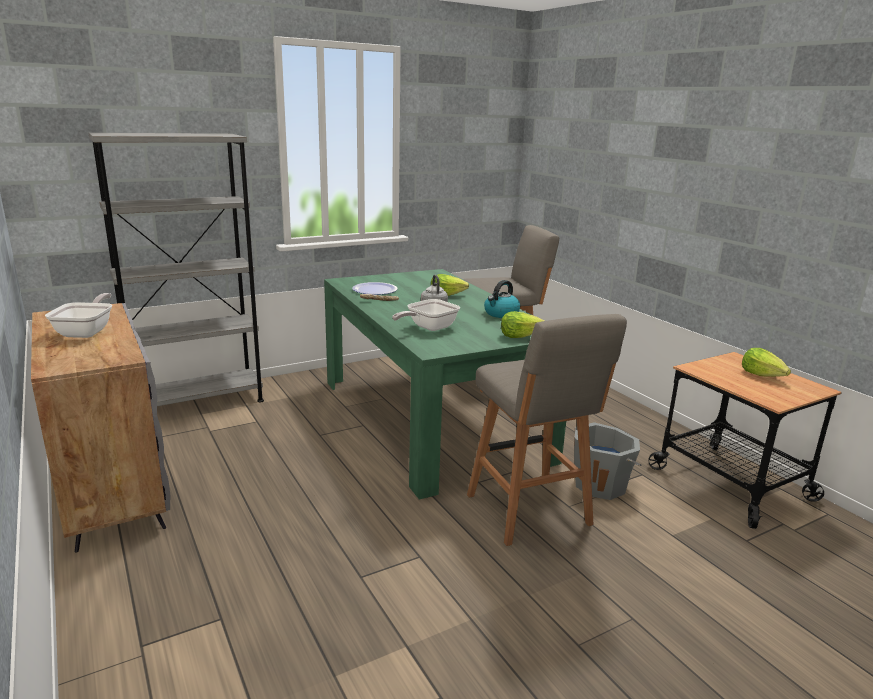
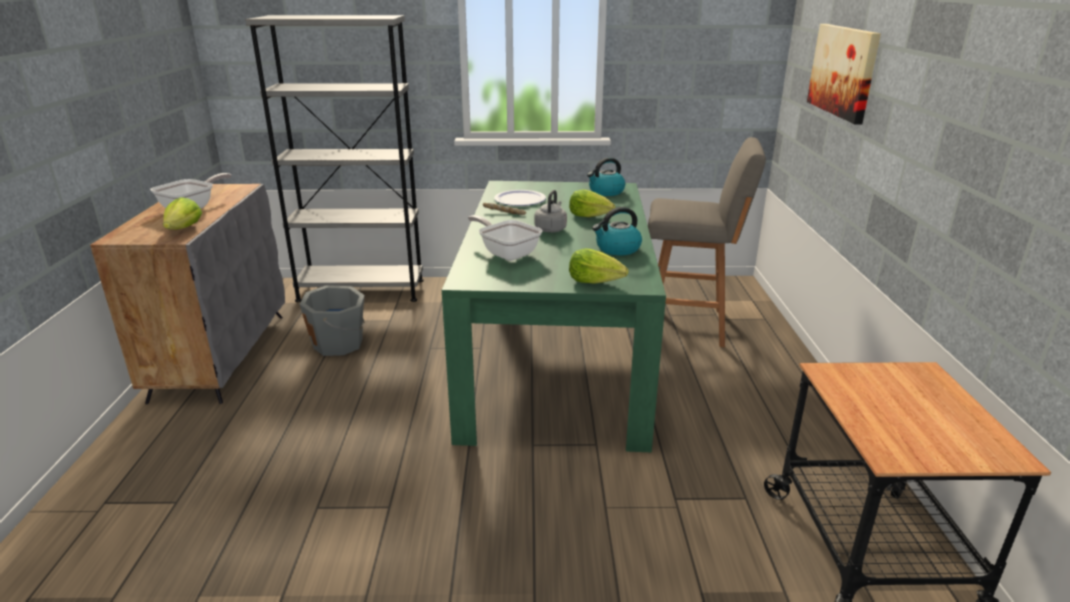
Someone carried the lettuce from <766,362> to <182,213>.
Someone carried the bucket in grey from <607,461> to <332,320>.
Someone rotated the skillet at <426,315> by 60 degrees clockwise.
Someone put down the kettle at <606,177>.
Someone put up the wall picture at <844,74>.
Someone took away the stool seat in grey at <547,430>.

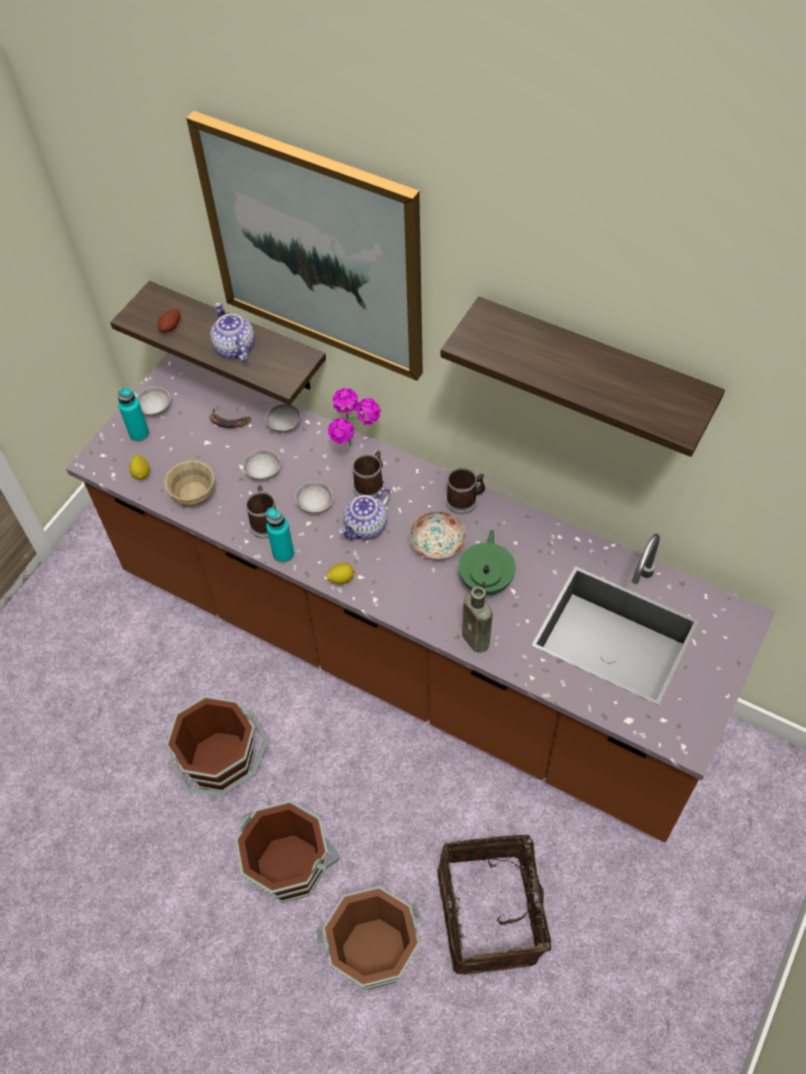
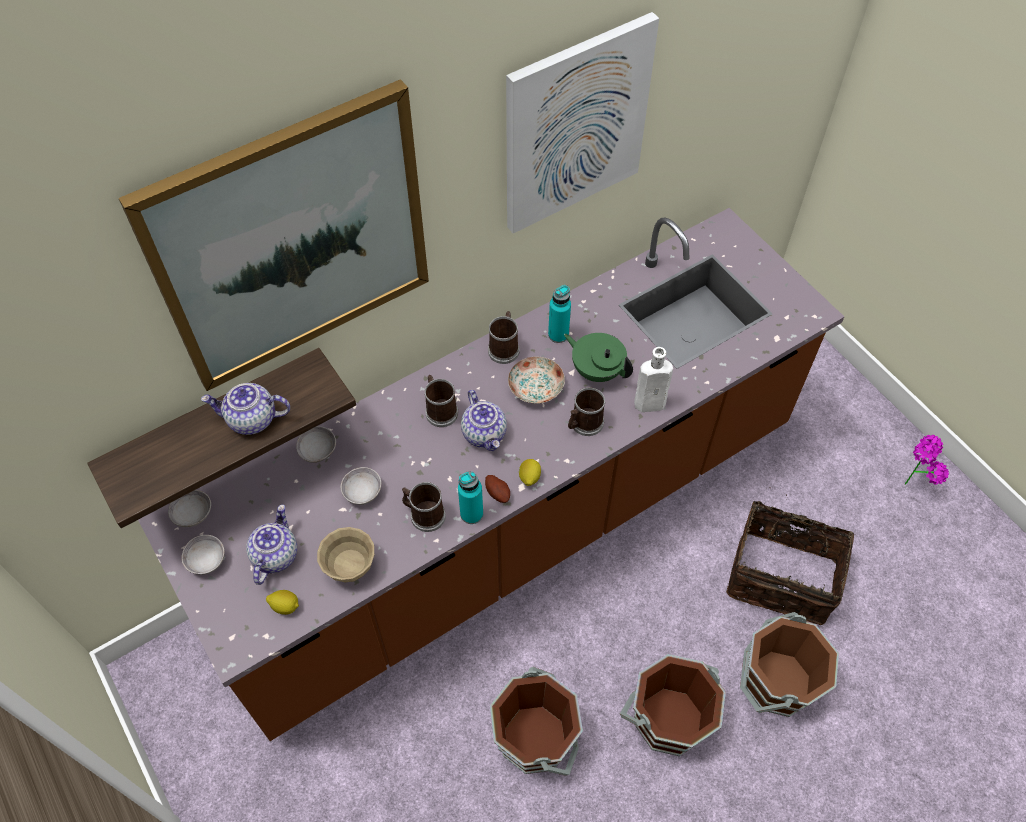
Someone carried the bowl in grey from <314,497> to <189,508>.
Someone put down the tea pot at <271,544>.
Someone carried the potato from <168,321> to <497,489>.
Someone swapped the wall shelf at <583,377> for the wall picture at <582,123>.
Someone carried the drink bottle in blue-green from <133,414> to <559,314>.
Someone put down the tea mug at <587,411>.
Someone repainted the drink bottle in brown-coloured at <477,620>, which became the drink bottle in whitish at <653,379>.
Someone carried the plant in a pot from <354,417> to <927,460>.
Someone took away the whole banana at <230,418>.

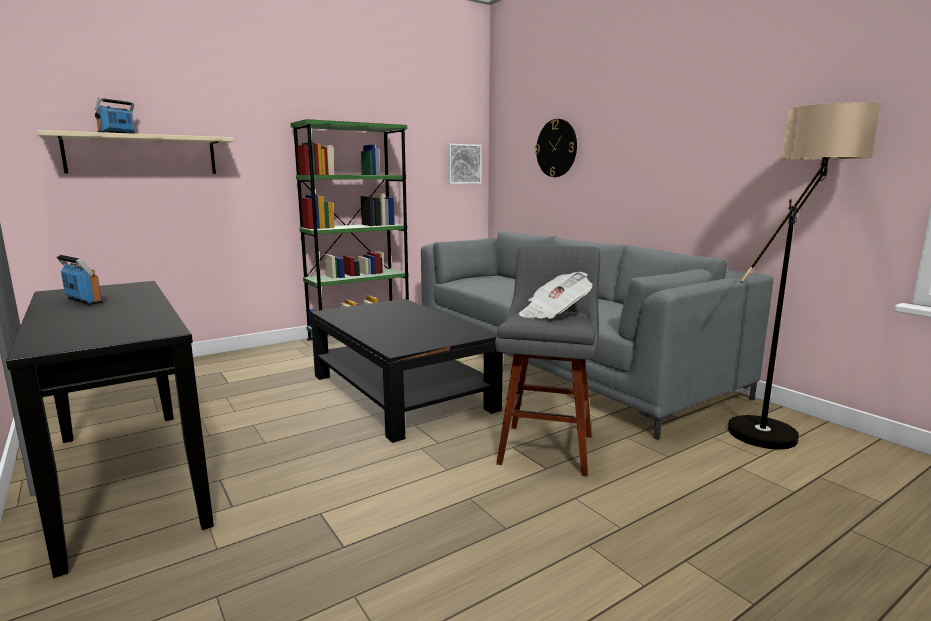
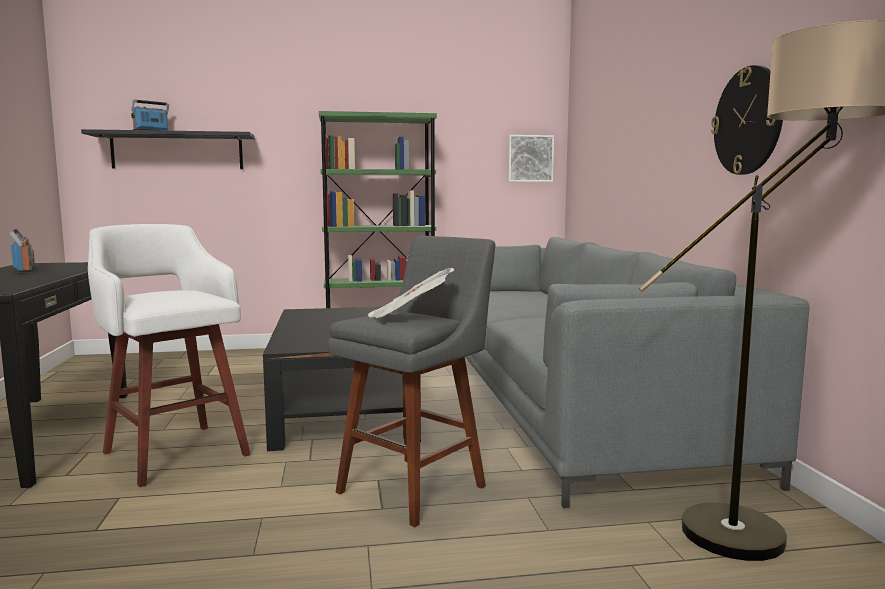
Someone repainted the wall shelf in sand-coloured at <135,152>, which became the wall shelf in blackish at <168,149>.
Someone put down the stool seat in whitish at <169,355>.
Someone carried the wall clock from <556,148> to <747,120>.

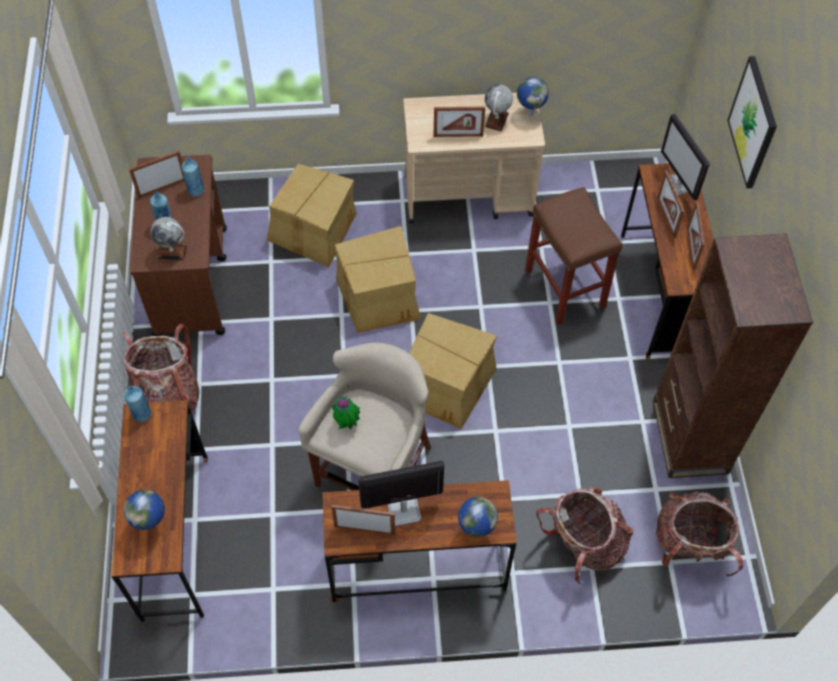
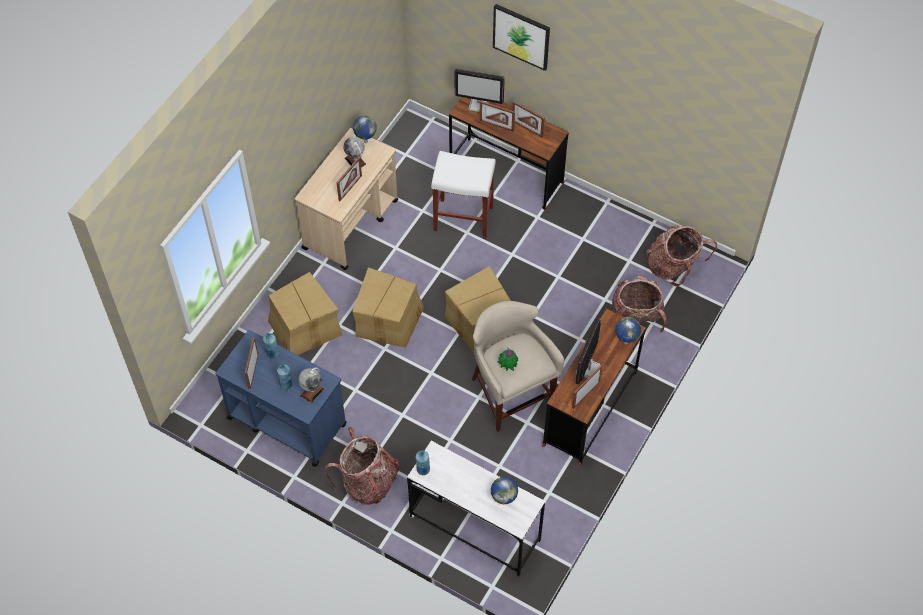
Someone repainted the trolley in brown-coloured at <177,245>, which became the trolley in blue at <280,398>.
Someone repainted the desk table in brown-coloured at <159,511>, which became the desk table in whitish at <476,508>.
Someone repainted the stool seat in brown-coloured at <573,256>, which became the stool seat in whitish at <463,195>.
Someone took away the shelving unit in brown-coloured at <733,355>.

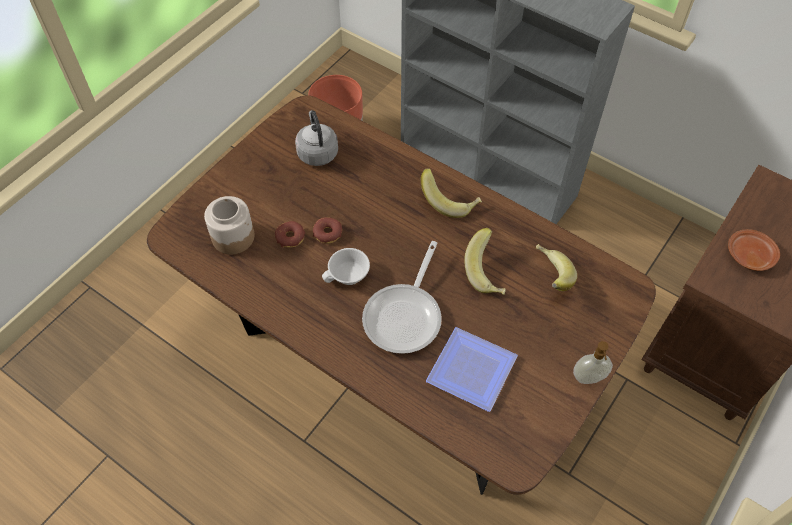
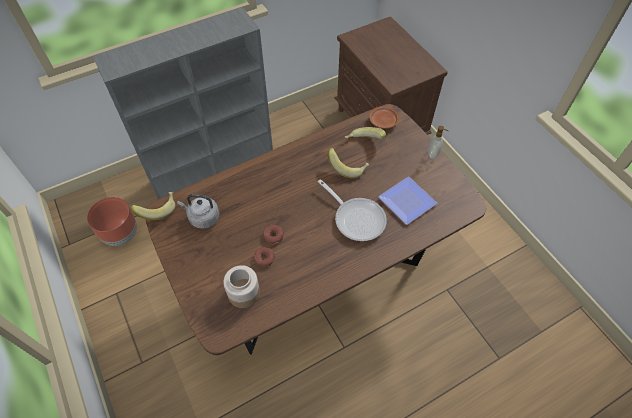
Someone carried the whole banana from <451,193> to <153,206>.
Someone carried the flat dish in brown-coloured from <754,250> to <384,117>.
Someone took away the drinking cup in whitish at <346,266>.

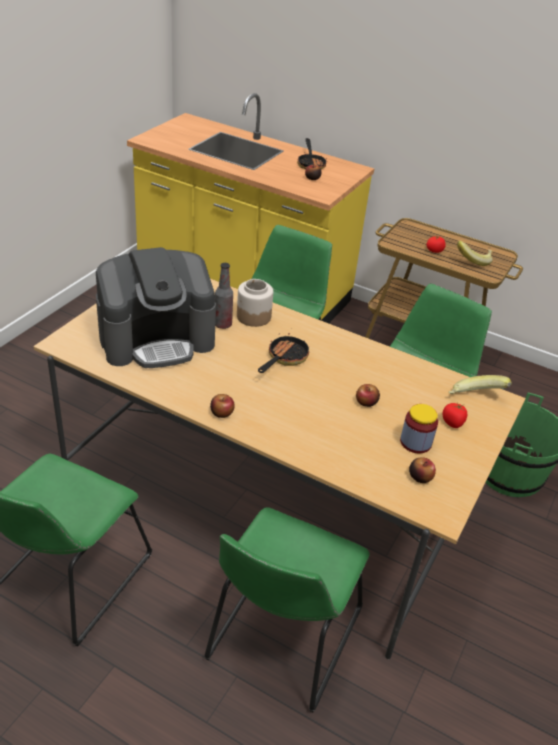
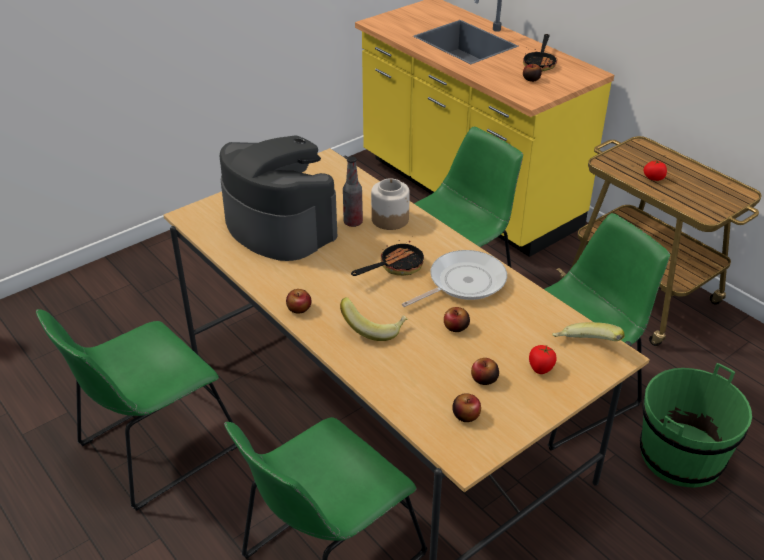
Someone rotated the coffee brewer at <156,307> by 135 degrees counterclockwise.
Someone carried the whole banana from <475,253> to <374,319>.
Someone put down the skillet at <454,278>.
Someone swapped the jar at <419,429> for the whole apple at <485,371>.

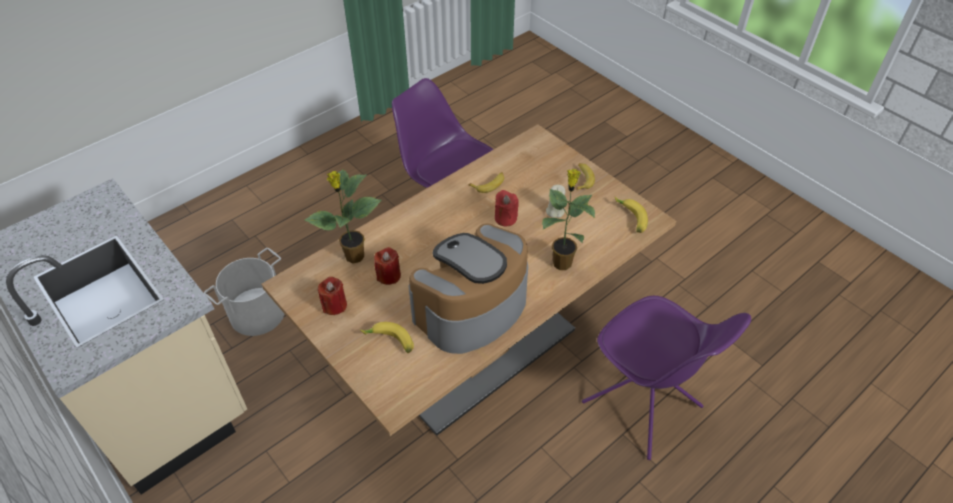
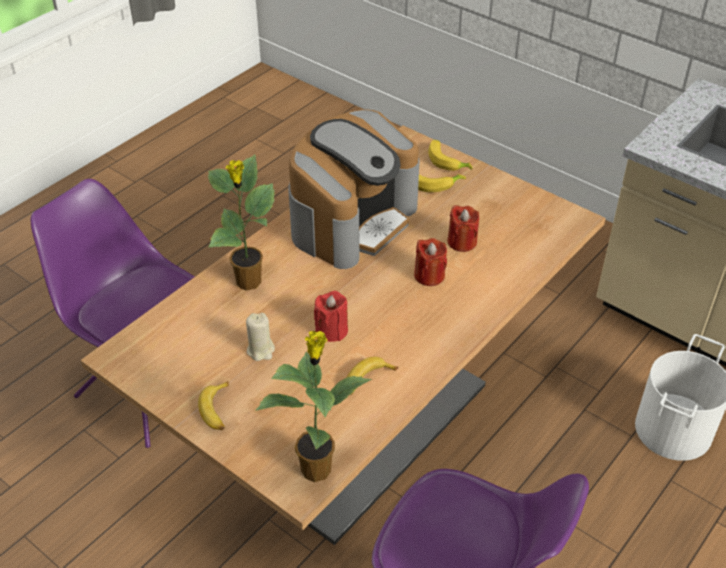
Someone carried the plant in a pot from <343,216> to <313,406>.
Someone carried the wax light in reddish from <332,296> to <430,262>.
Someone carried the whole banana from <631,215> to <450,155>.

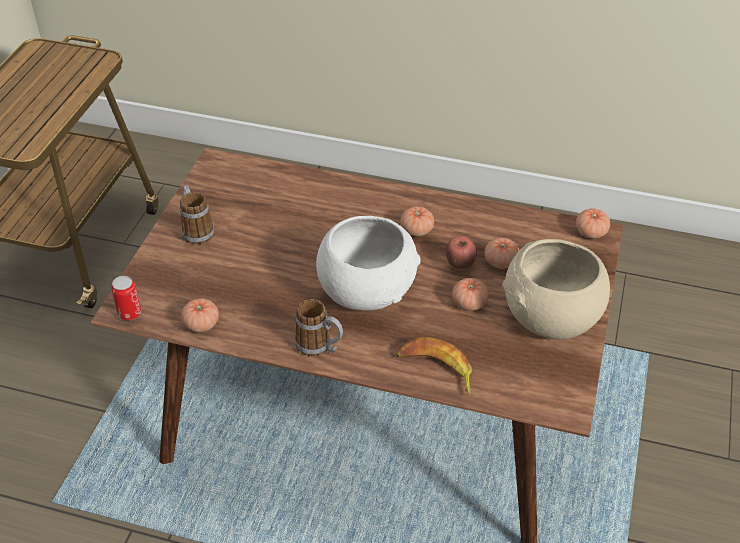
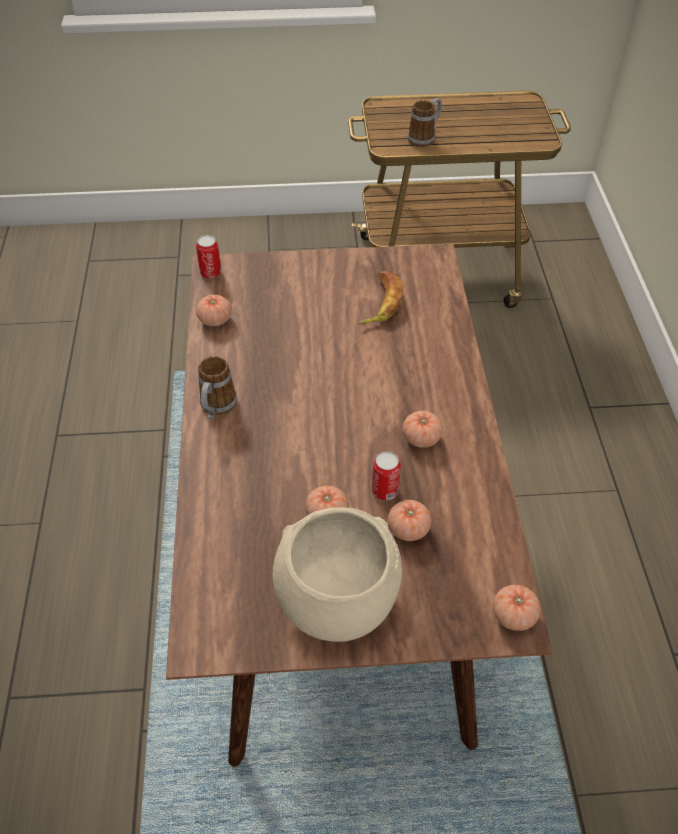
Someone carried the whole banana from <434,366> to <380,298>.
Someone swapped the whole apple at <461,252> for the can at <386,476>.
Someone carried the tea mug from <197,215> to <425,122>.
Someone took away the bowl in whitish at <368,263>.

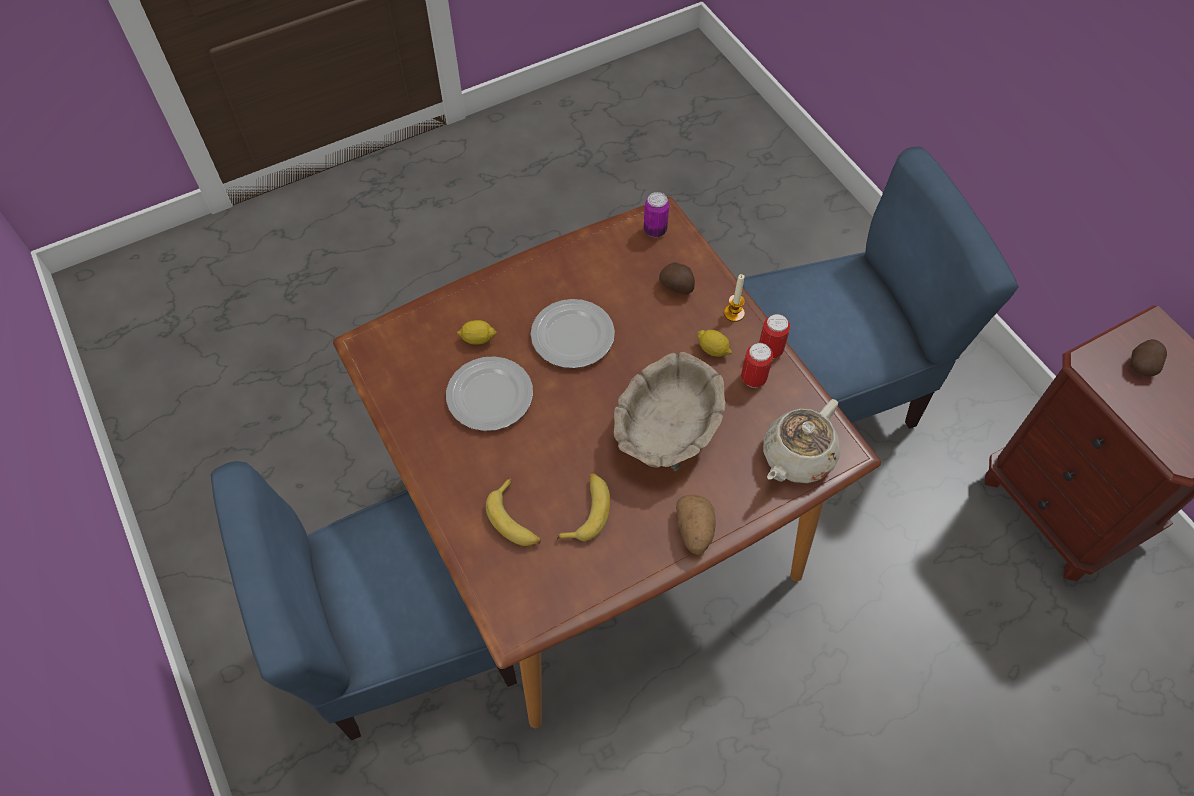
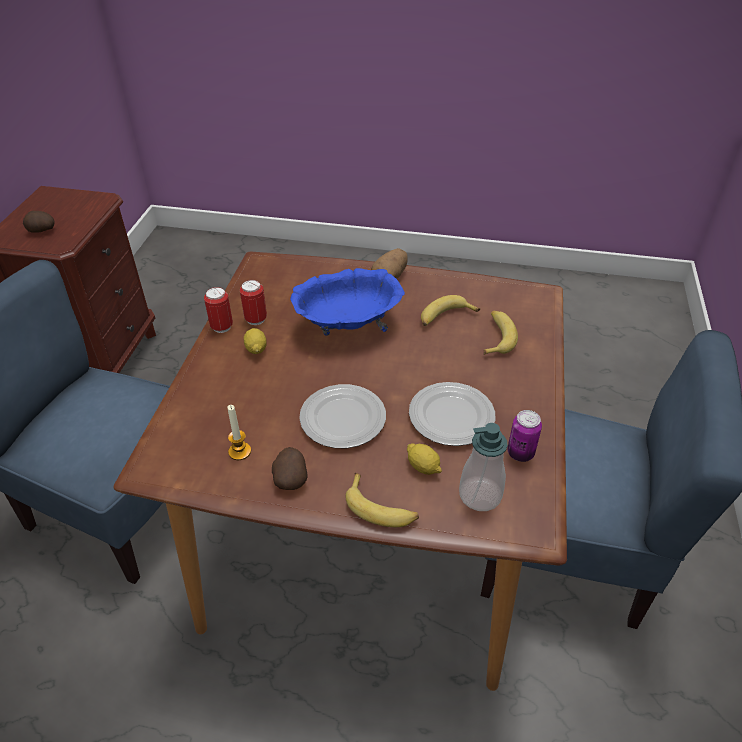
Someone carried the wax light from <734,298> to <239,432>.
Someone carried the potato from <677,278> to <289,468>.
Someone repainted the bowl in sand-coloured at <669,411>, which became the bowl in blue at <347,302>.
Someone put down the whole banana at <382,500>.
Someone put down the soap bottle at <483,467>.
Someone carried the can from <656,214> to <524,436>.
Someone took away the tea pot in sand-coloured at <801,441>.

